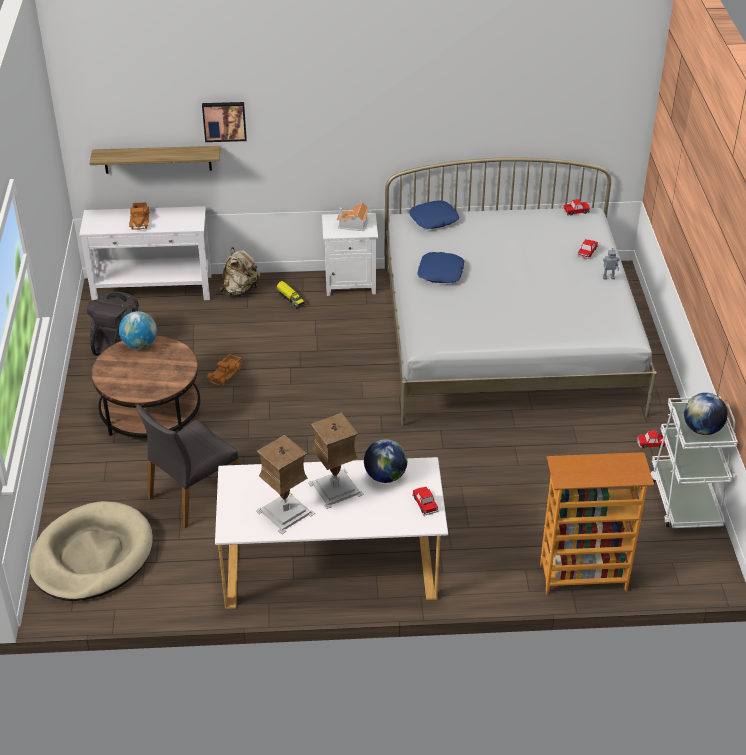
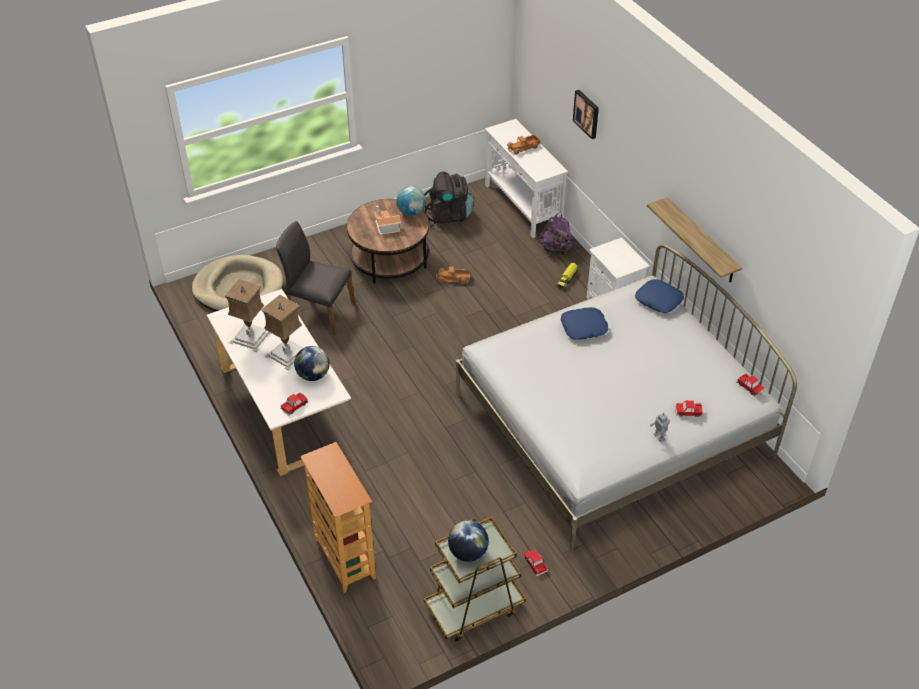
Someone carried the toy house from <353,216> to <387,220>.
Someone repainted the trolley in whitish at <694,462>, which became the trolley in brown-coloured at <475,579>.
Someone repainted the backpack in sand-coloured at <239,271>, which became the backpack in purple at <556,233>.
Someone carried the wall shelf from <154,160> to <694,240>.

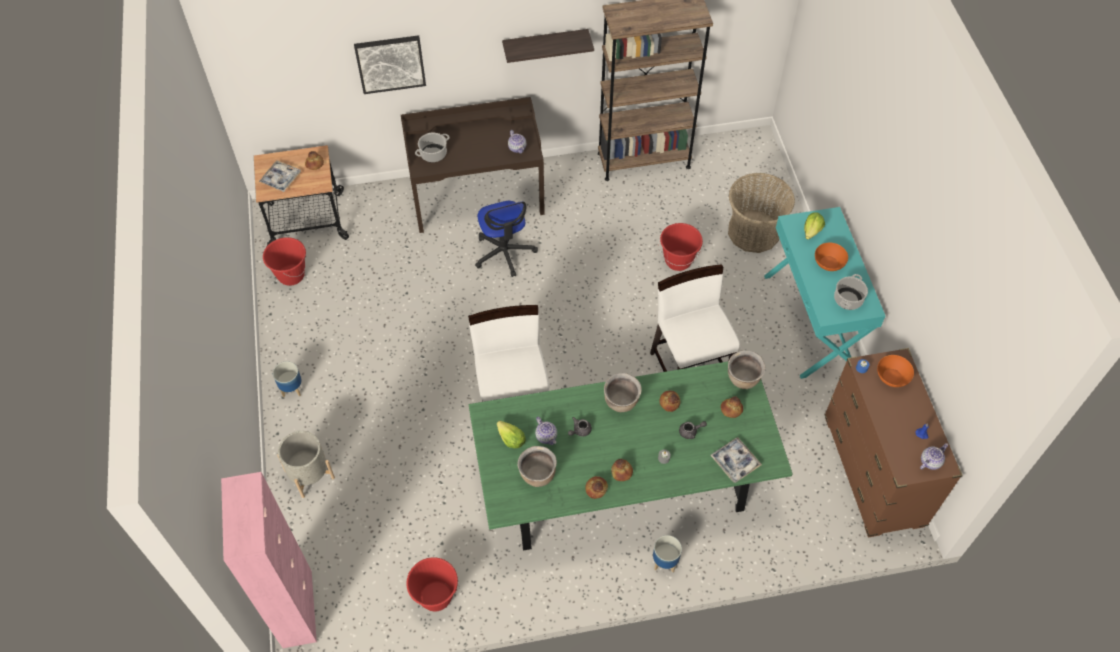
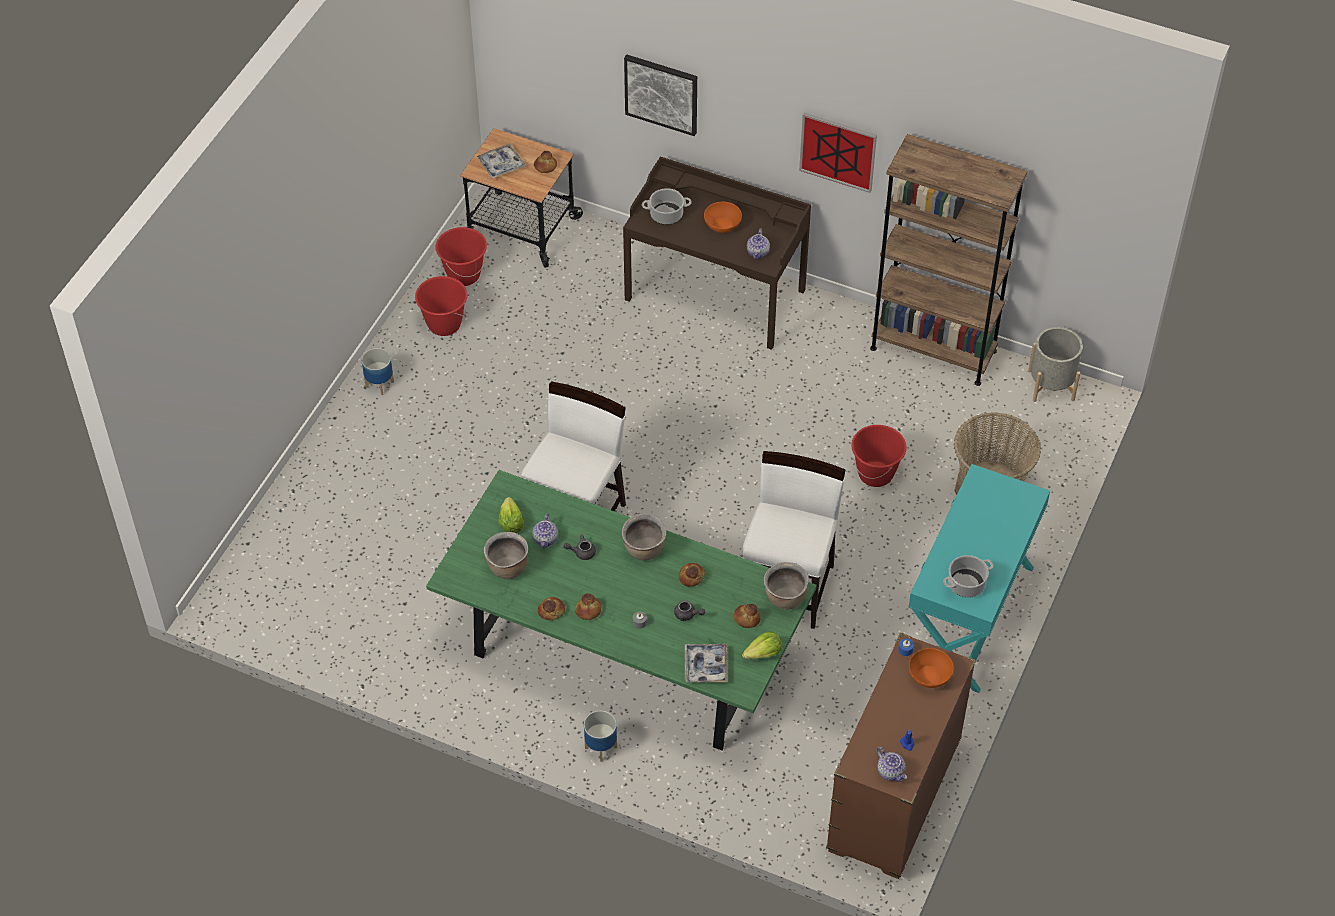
Someone carried the bucket in reddish from <433,584> to <441,306>.
Someone carried the bowl in orange from <831,257> to <723,217>.
Someone carried the lettuce from <814,225> to <761,645>.
Someone swapped the wall shelf at <548,46> for the wall picture at <838,152>.
Someone rotated the tea pot at <934,456> by 60 degrees clockwise.
Someone carried the flower pot in grey from <306,464> to <1055,364>.
Someone took away the cupboard in pink-coloured at <269,560>.
Someone took away the computer chair at <506,239>.

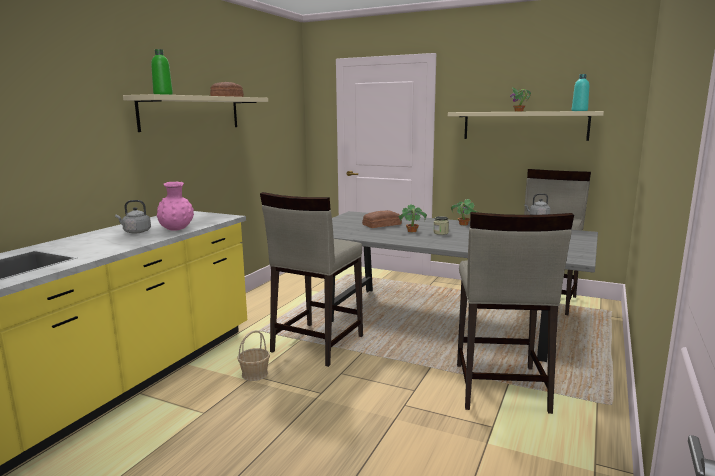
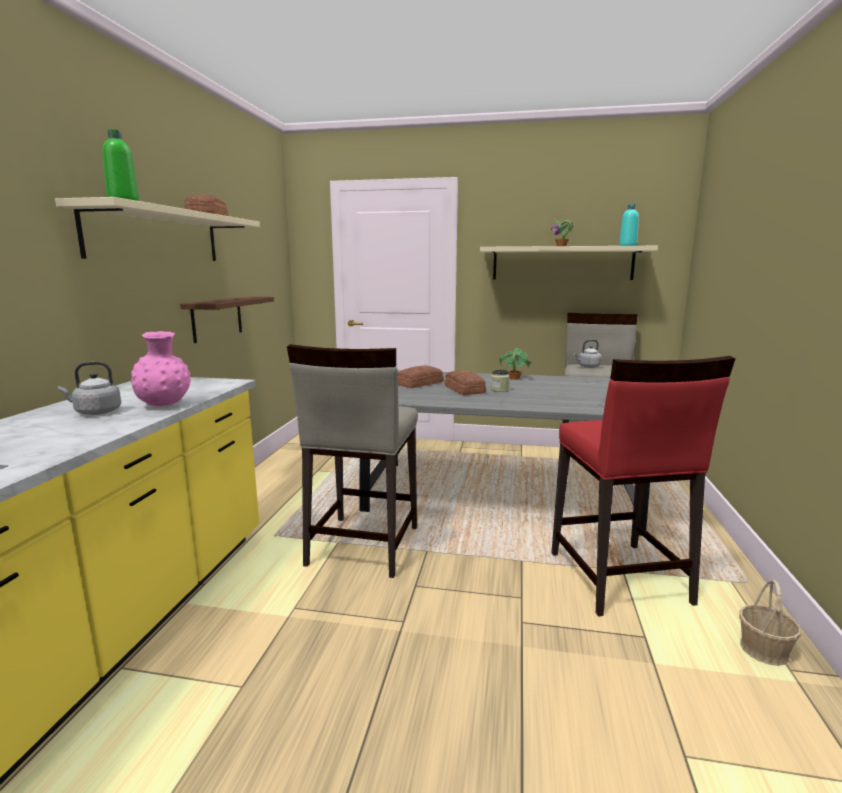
Someone put up the wall shelf in brown-coloured at <227,320>.
Someone swapped the plant in a pot at <412,218> for the baked bread at <465,382>.
Someone repainted the stool seat in sand-coloured at <515,313>, which became the stool seat in reddish at <643,486>.
Someone carried the storage basket from <253,355> to <770,622>.

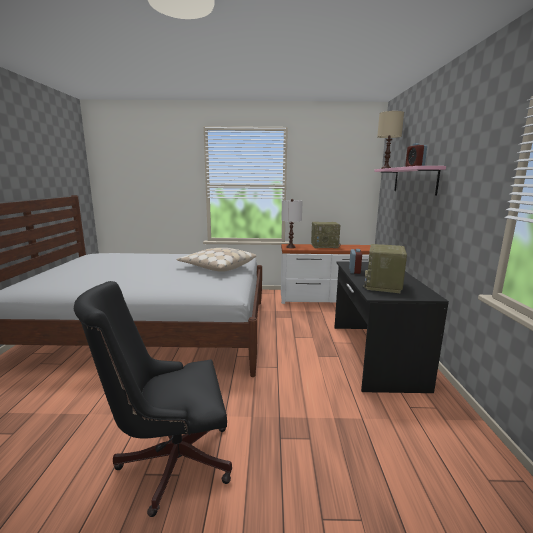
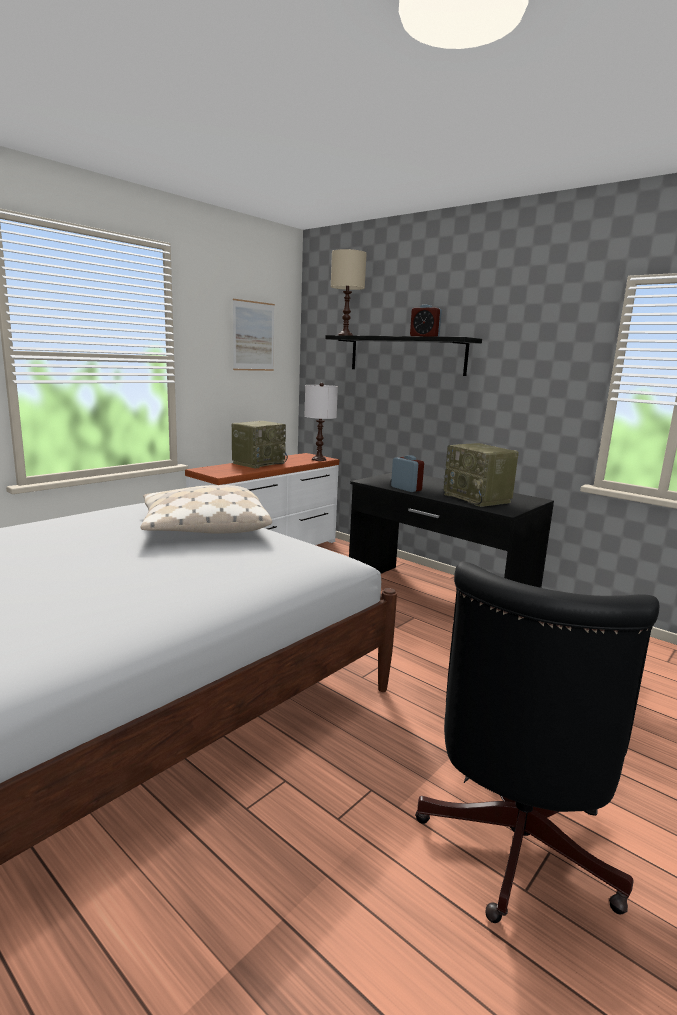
Someone put up the wall picture at <254,335>.
Someone carried the table lamp in whitish from <292,223> to <321,422>.
Someone repainted the wall shelf in pink-coloured at <410,181>, which became the wall shelf in blackish at <404,355>.

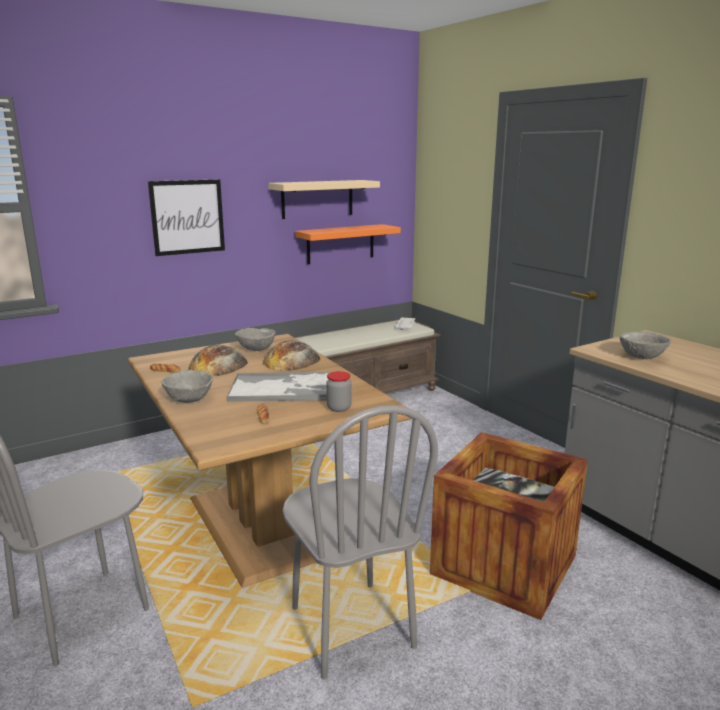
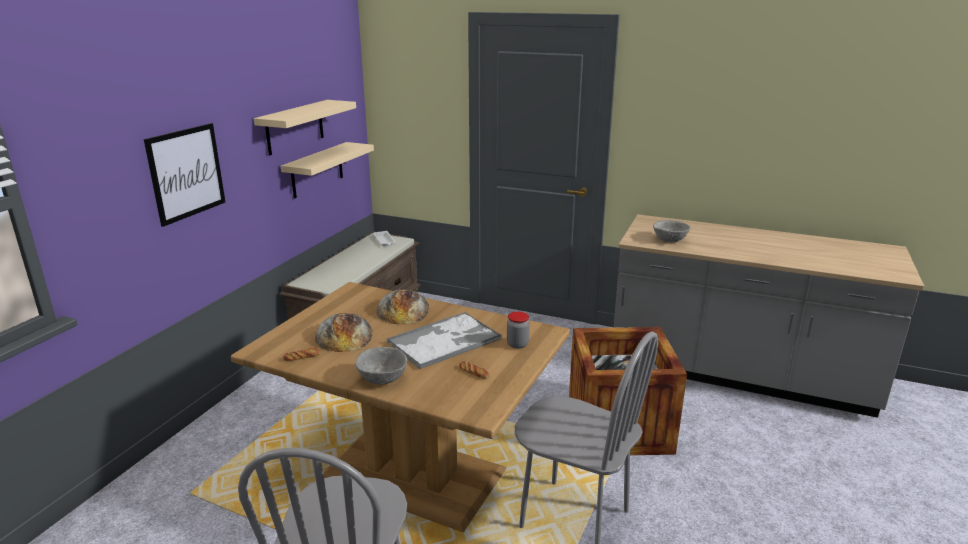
Someone repainted the wall shelf in orange at <348,244>, which became the wall shelf in sand-coloured at <327,170>.
Someone took away the bowl in grey at <255,339>.

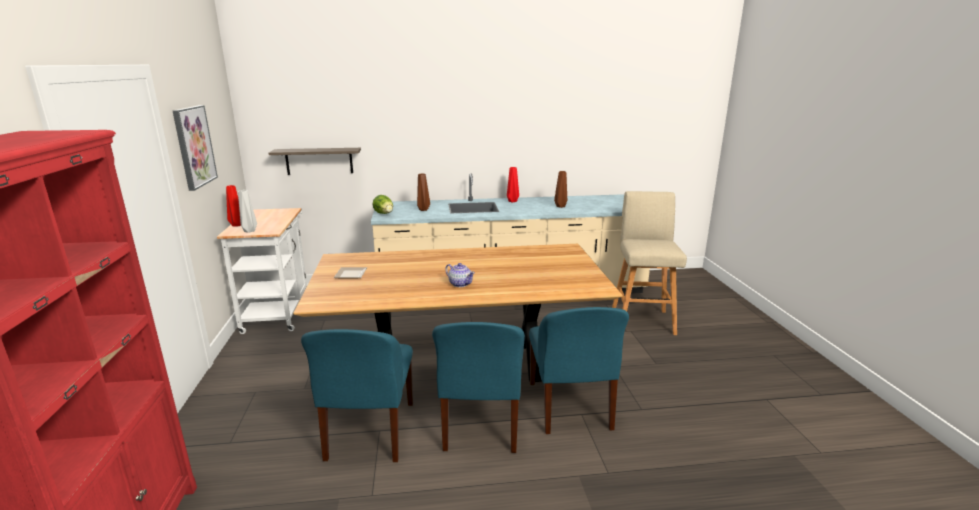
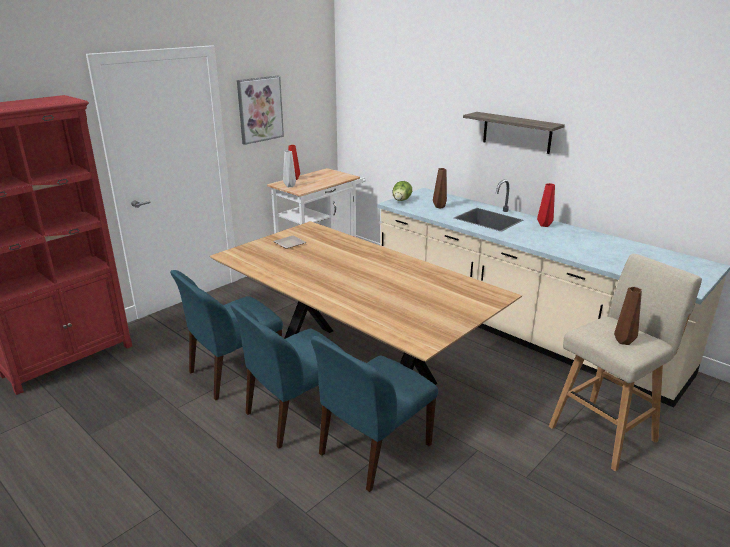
Someone carried the wall shelf from <315,161> to <514,133>.
Someone carried the vase in brown-coloured from <560,189> to <628,316>.
Someone took away the tea pot at <460,275>.

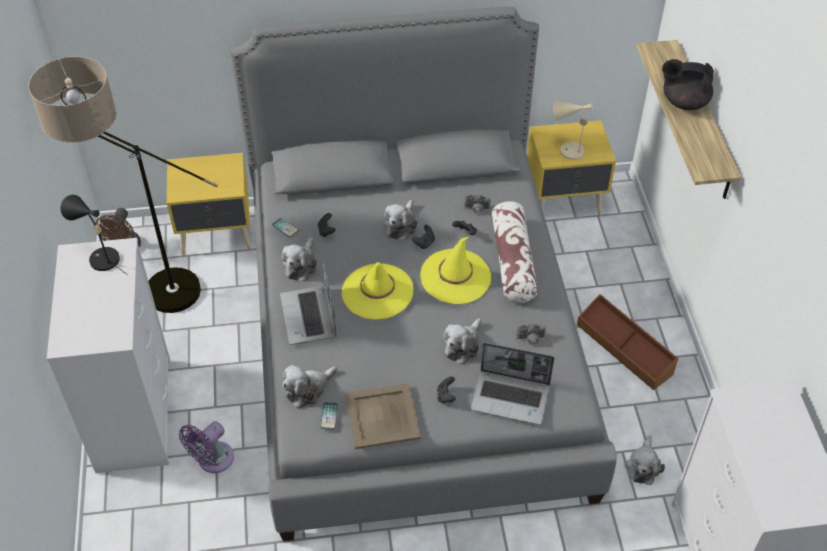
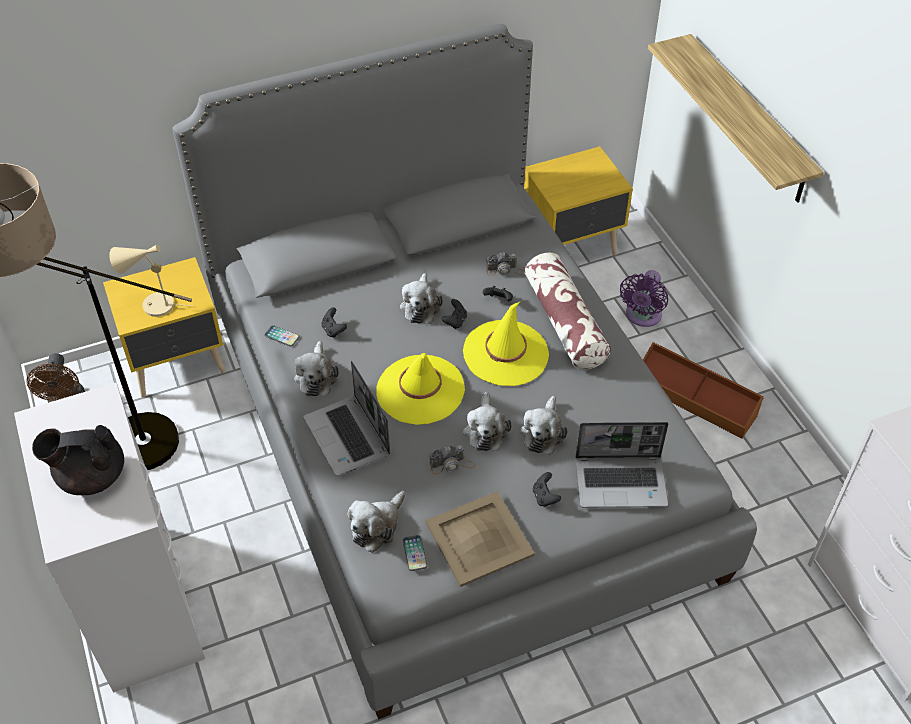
Someone carried the tea pot in blackish from <688,84> to <78,460>.
Someone carried the table lamp in sand-coloured from <576,130> to <151,280>.
Someone carried the still camera from <534,335> to <452,460>.
Someone carried the plush toy from <645,460> to <487,421>.
Someone carried the fan in purple from <206,447> to <644,298>.
Someone took away the table lamp in blackish at <94,235>.

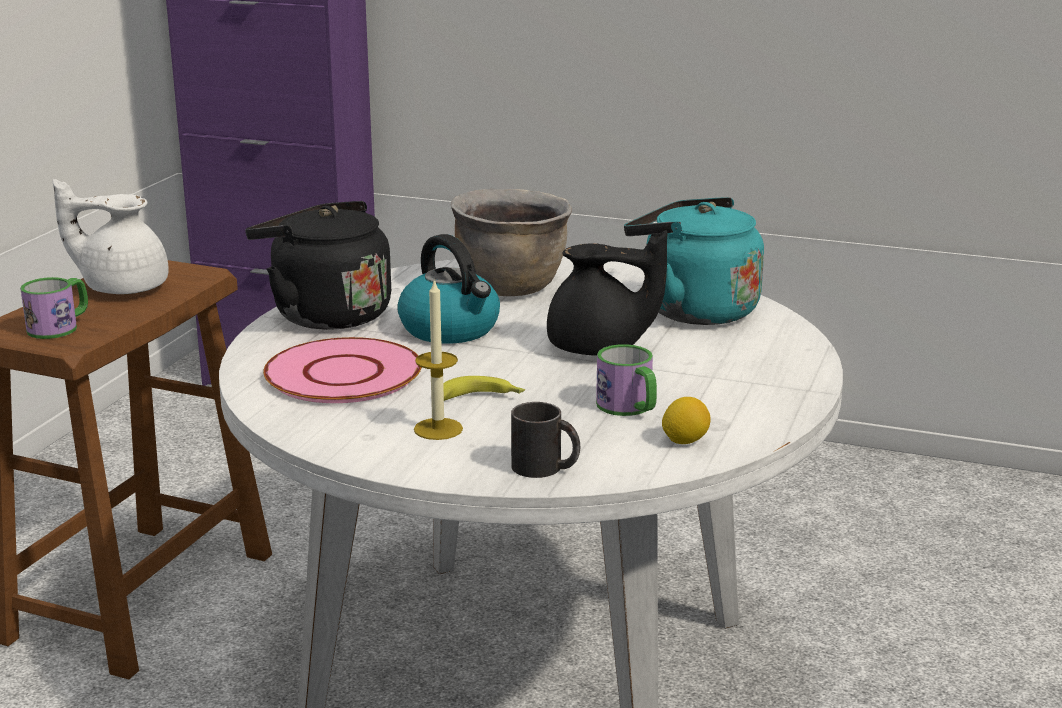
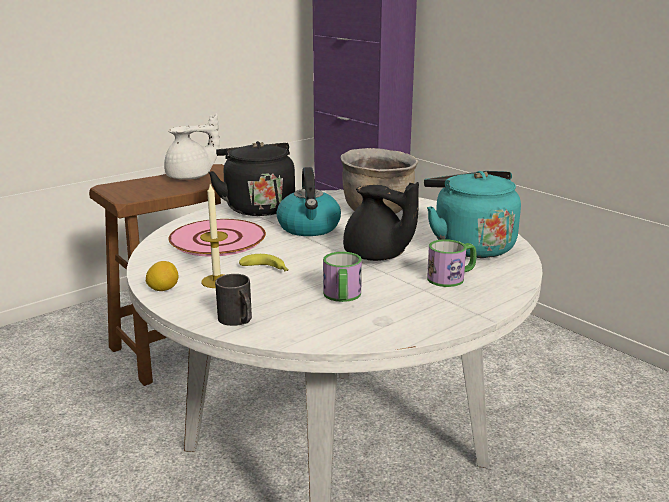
Someone carried the whole lemon from <686,420> to <162,276>.
Someone rotated the tea pot in whitish at <111,237> by 120 degrees clockwise.
Someone carried the tea mug from <54,308> to <451,263>.

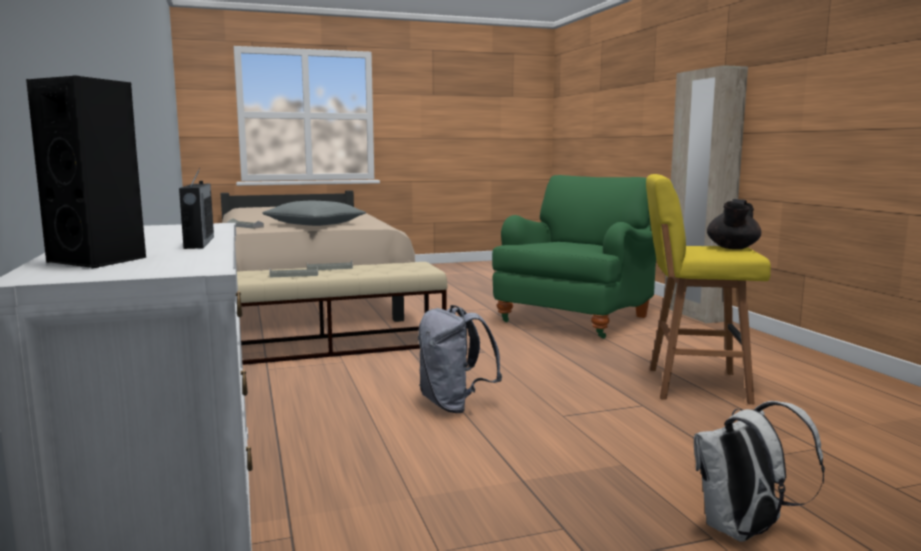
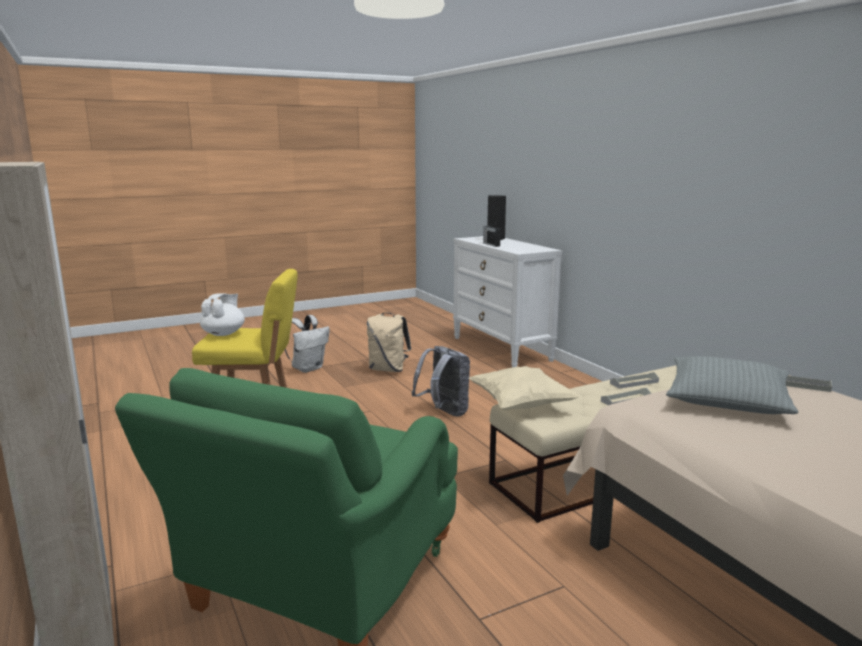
Someone repainted the tea pot in blackish at <734,224>, which became the tea pot in whitish at <222,314>.
Someone put down the backpack in sand-coloured at <389,342>.
Someone put down the pillow in sand-coloured at <524,388>.

